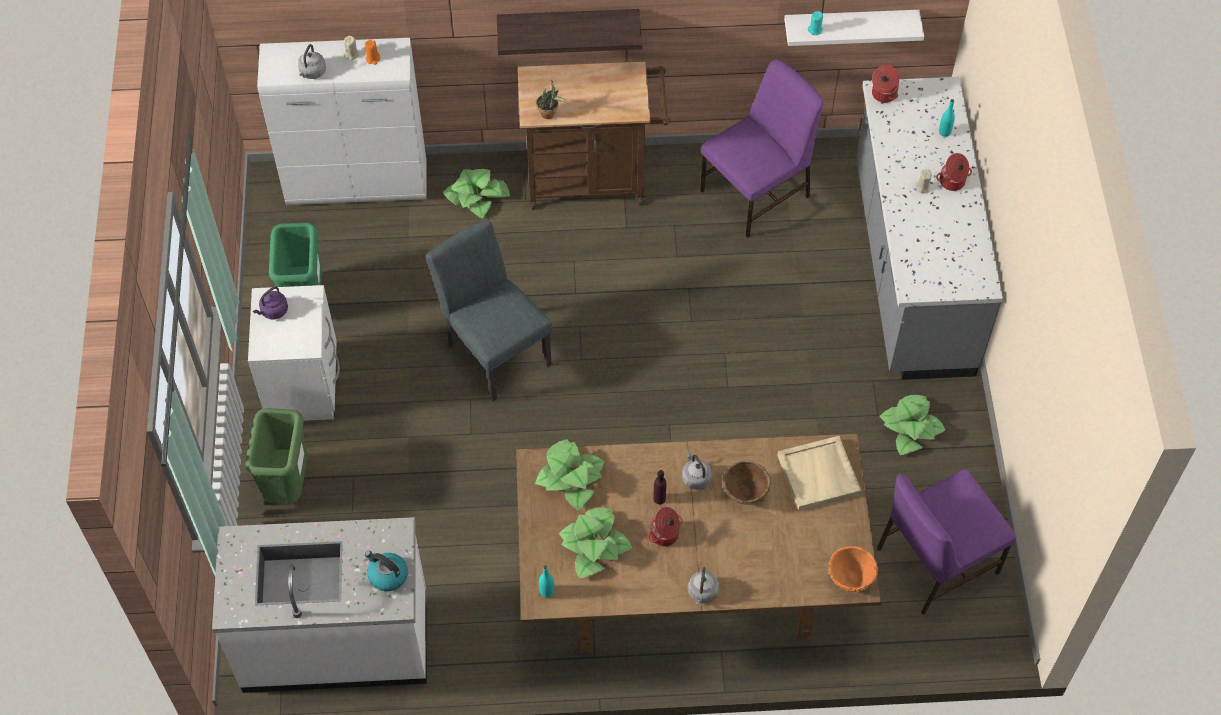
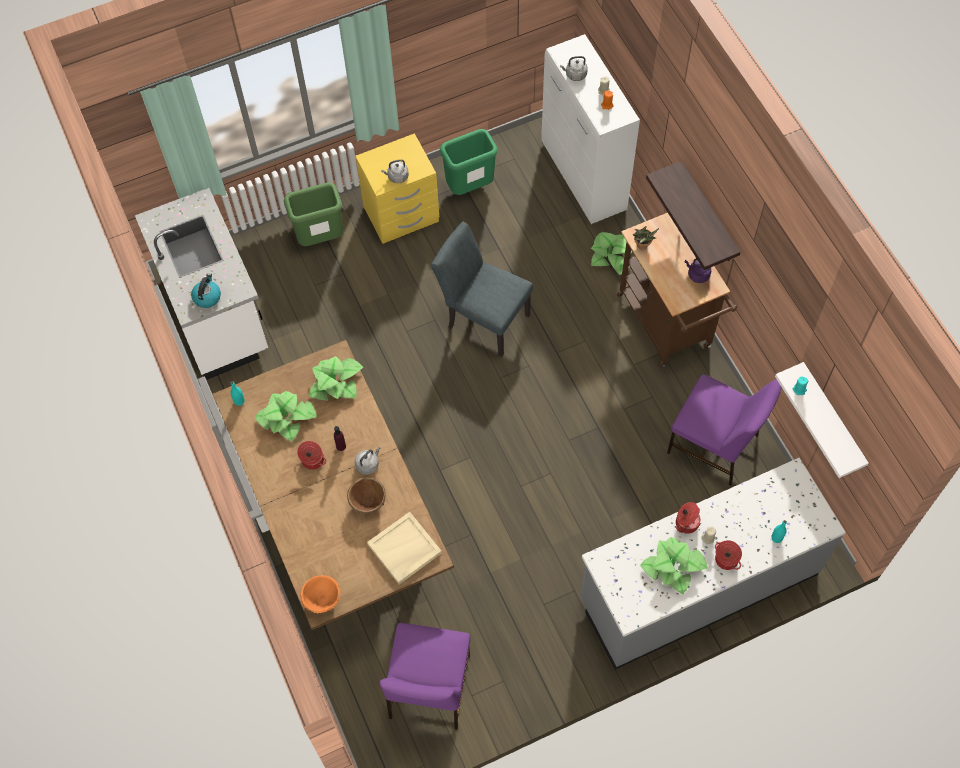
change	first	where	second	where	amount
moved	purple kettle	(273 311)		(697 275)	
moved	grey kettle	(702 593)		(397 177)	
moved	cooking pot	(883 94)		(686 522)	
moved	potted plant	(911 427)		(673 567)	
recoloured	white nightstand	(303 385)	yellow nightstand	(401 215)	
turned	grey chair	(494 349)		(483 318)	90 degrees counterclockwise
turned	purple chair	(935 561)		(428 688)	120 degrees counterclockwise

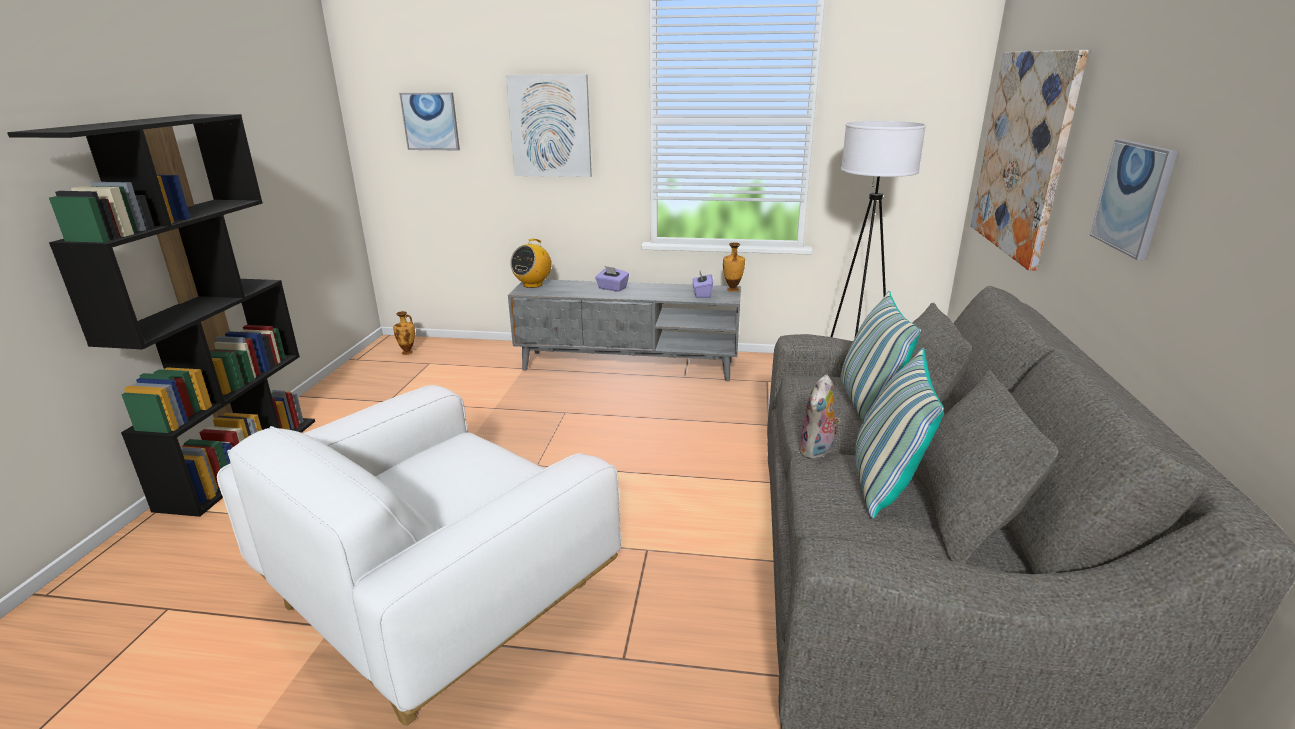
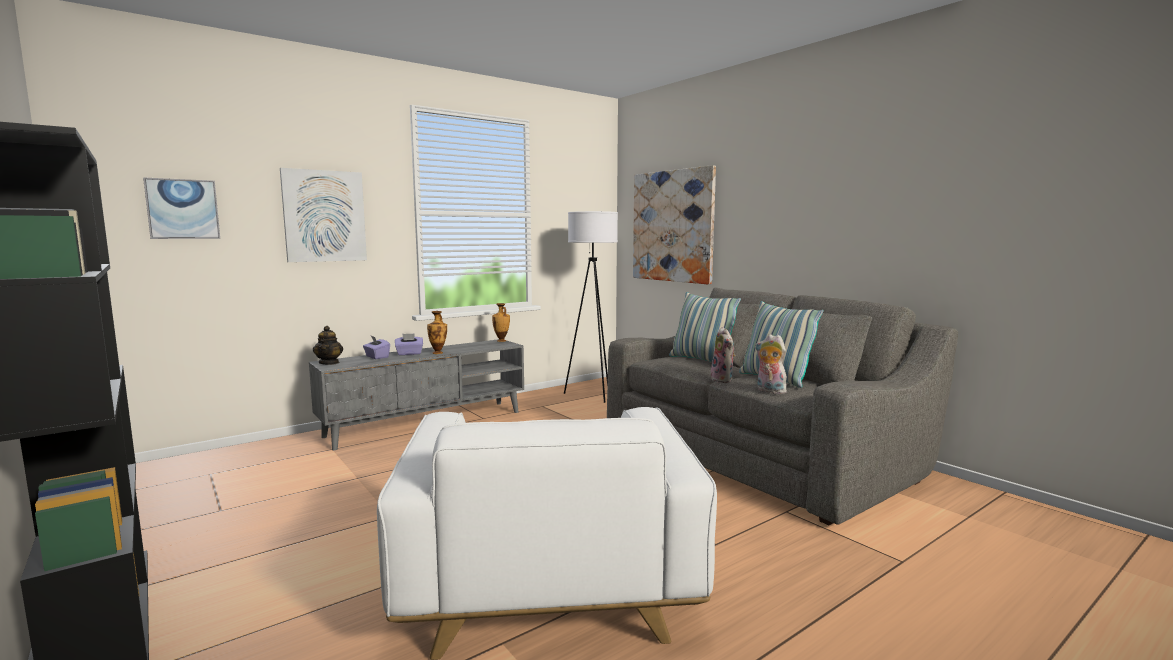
change	first	where	second	where	amount
removed	picture	(1133 197)			
added			plush toy	(769 391)	
moved	vase	(408 352)		(438 352)	
moved	purple tissue box	(702 294)		(376 357)	
replaced	radio	(533 284)	teapot	(329 363)	

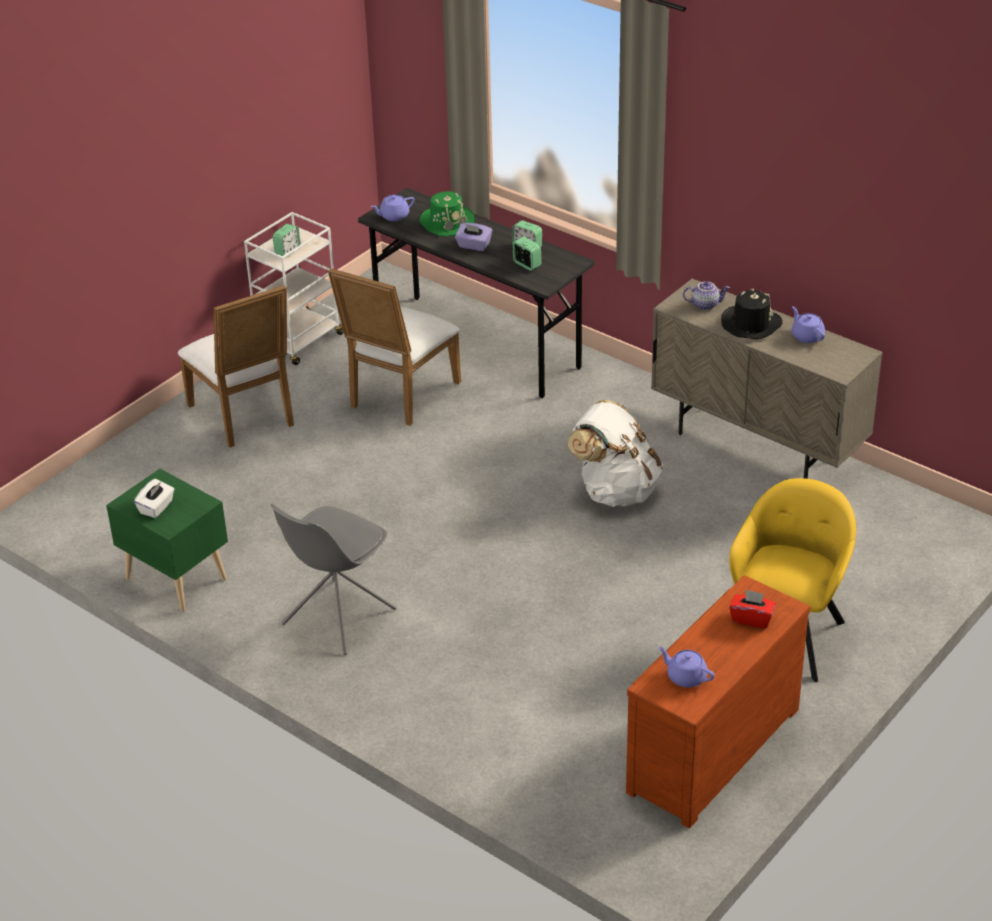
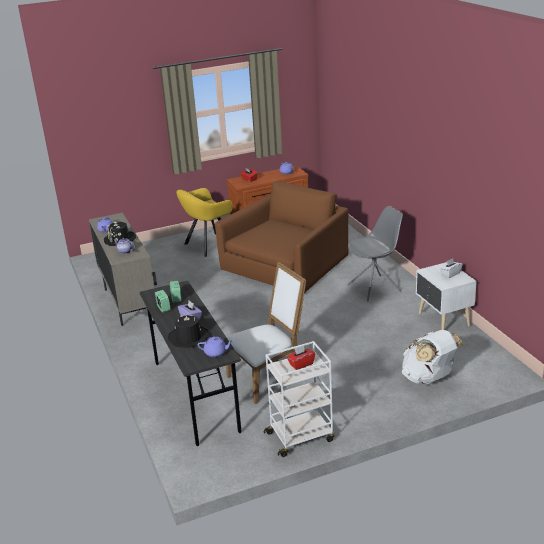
change	first	where	second	where	amount
removed	white chair	(246 417)			
added			brown armchair	(286 265)	
moved	white backpack	(615 490)		(429 378)	
replaced	alarm clock	(287 251)	red tissue box	(301 364)	
recoloured	green nightstand	(176 577)	white nightstand	(443 320)	
recoloured	green hat	(447 222)	black hat	(188 338)	

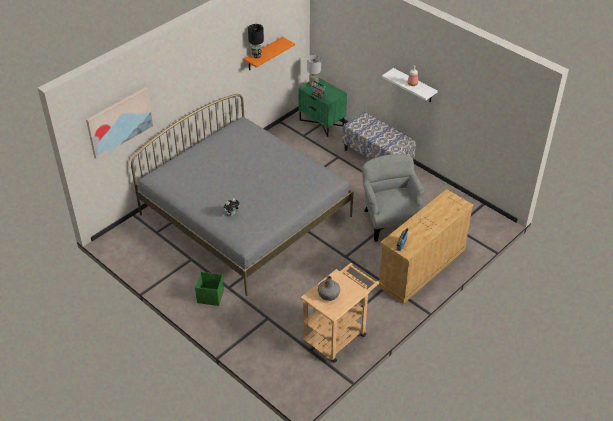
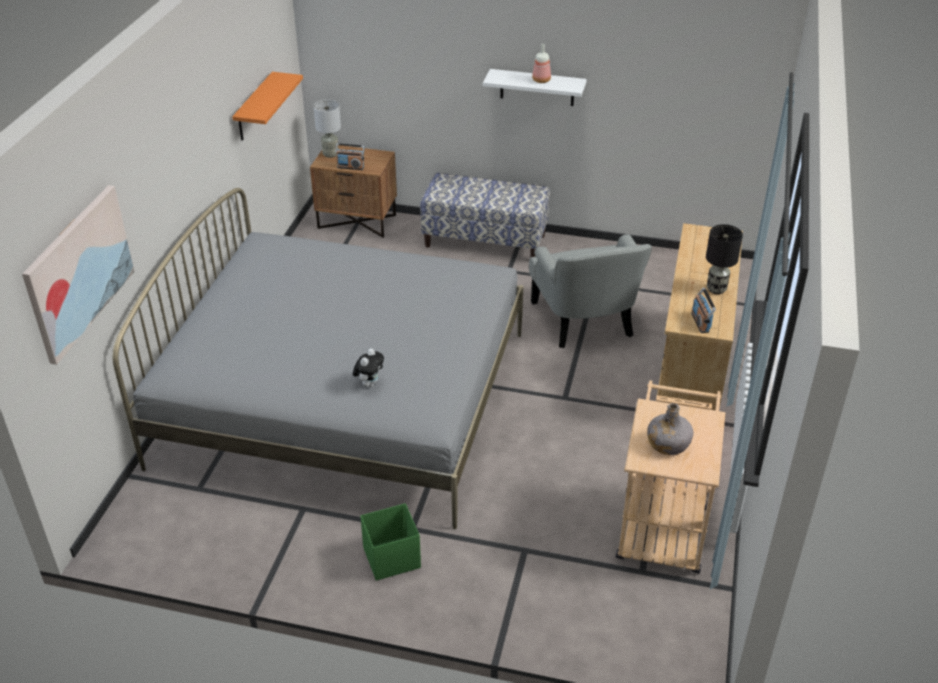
change	first	where	second	where	amount
moved	black table lamp	(256 56)		(716 289)	
recoloured	green nightstand	(322 123)	brown nightstand	(357 221)	
turned	grey armchair	(390 220)		(584 319)	150 degrees counterclockwise

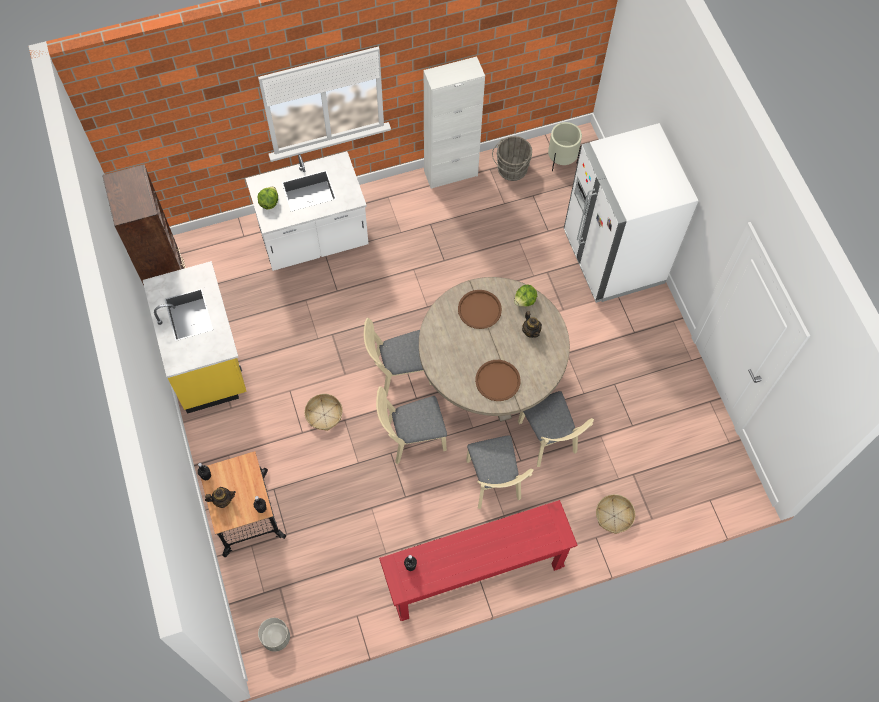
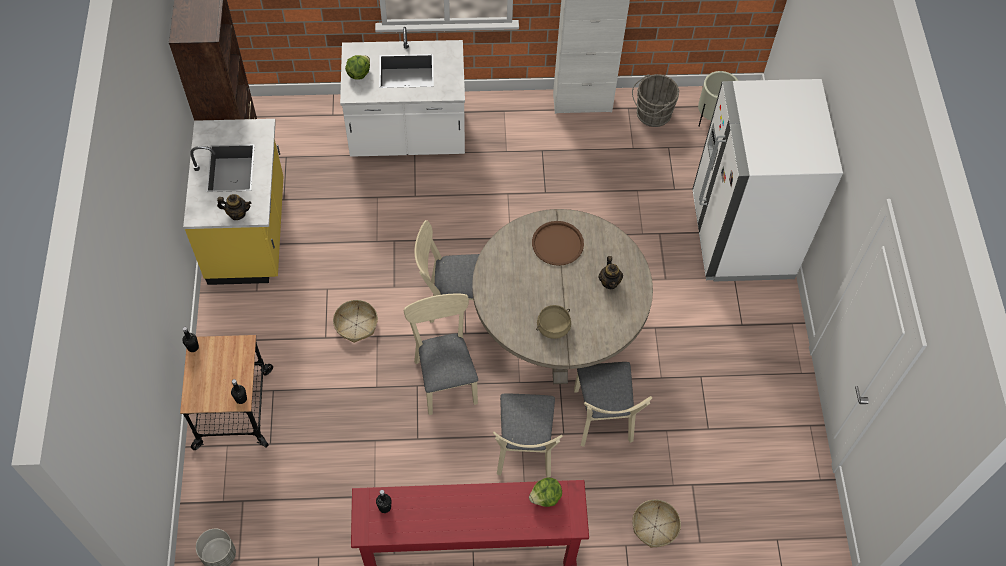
change	first	where	second	where	amount
moved	teapot	(223 500)		(237 213)	
moved	lettuce	(525 300)		(546 497)	
replaced	brown tray	(497 381)	beige cooking pot	(553 326)	
turned	beige chair	(411 439)		(444 376)	75 degrees clockwise

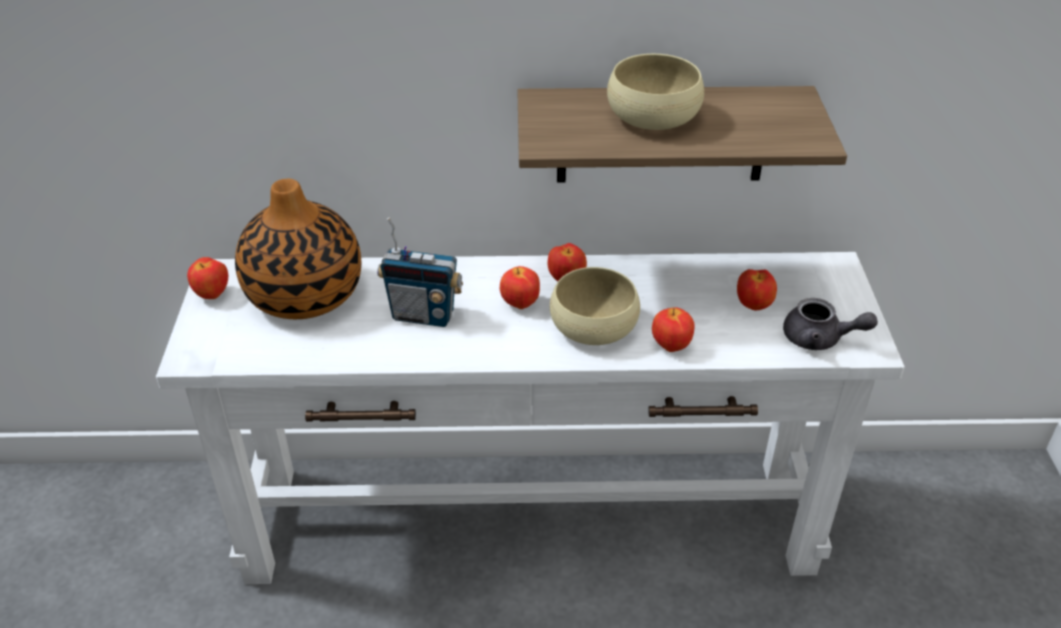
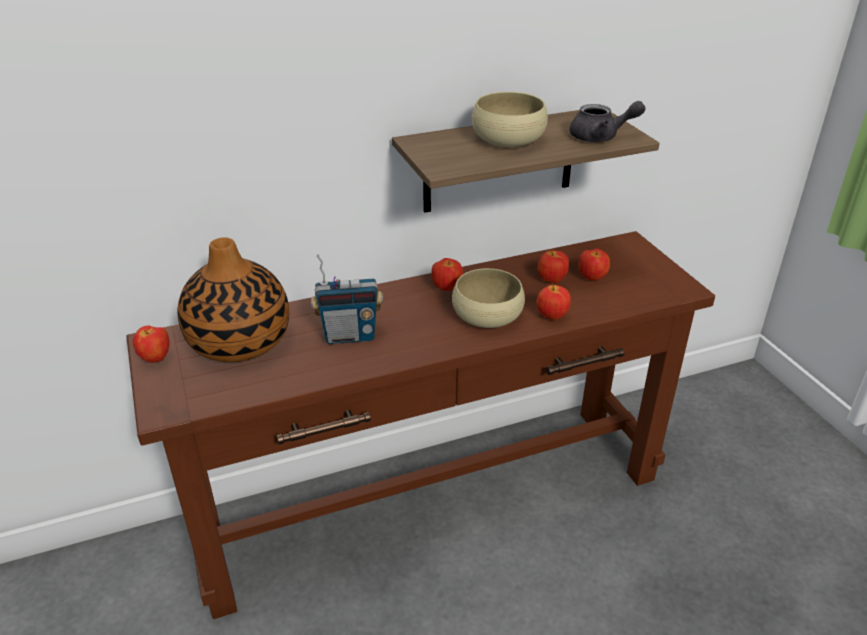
change	first	where	second	where	amount
moved	apple	(519 304)		(551 280)	
moved	grey teapot	(820 339)		(600 137)	
recoloured	white console table	(530 521)	brown console table	(432 500)	

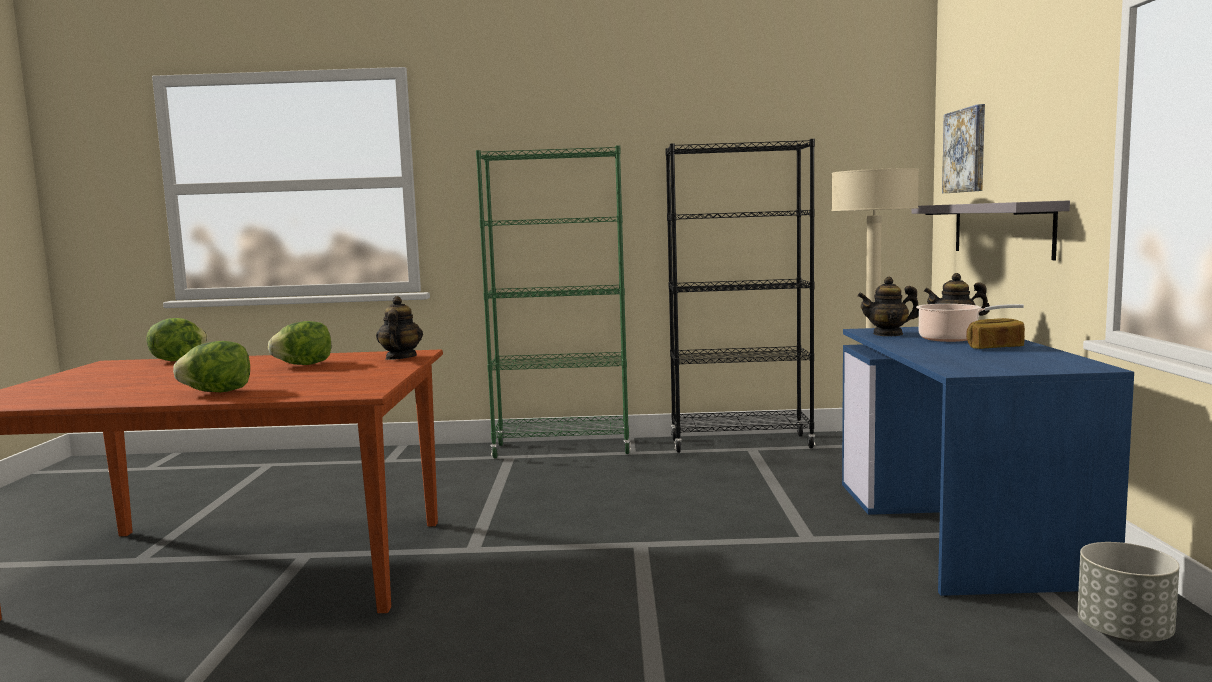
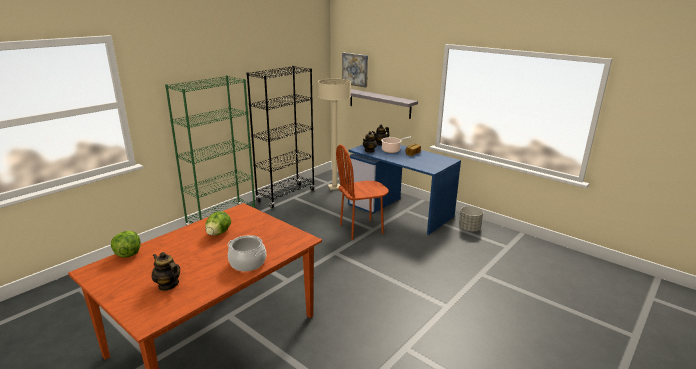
change	first	where	second	where	amount
added			brown chair	(361 229)	
moved	teapot	(400 358)		(168 285)	
replaced	lettuce	(218 392)	cooking pot	(248 263)	

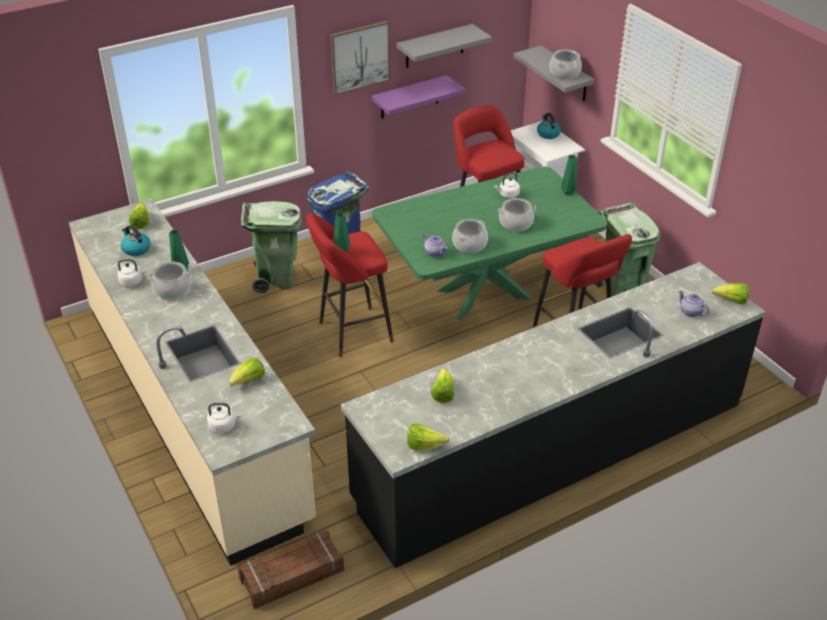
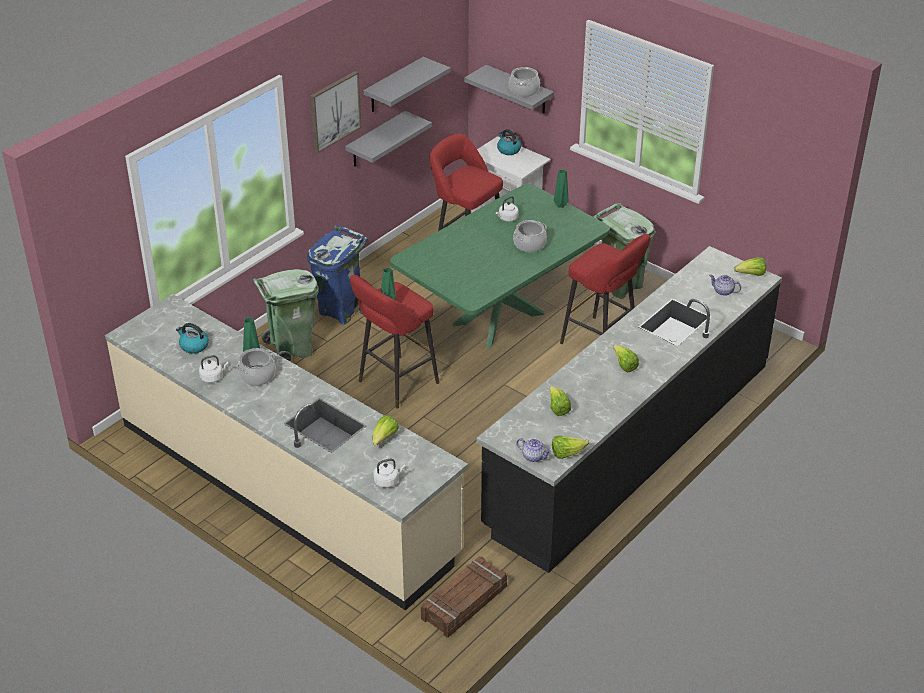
change	first	where	second	where	amount
removed	cooking pot	(469 245)			
moved	lettuce	(140 223)		(624 365)	
moved	teapot	(435 253)		(534 456)	
recoloured	purple shelf	(409 97)	grey shelf	(376 140)	

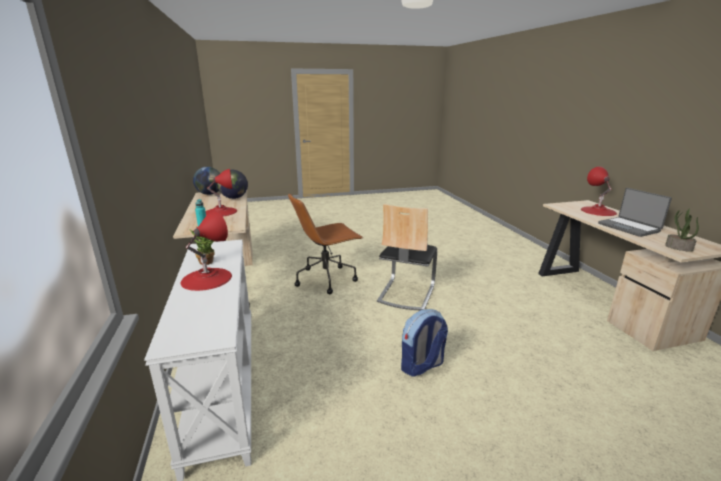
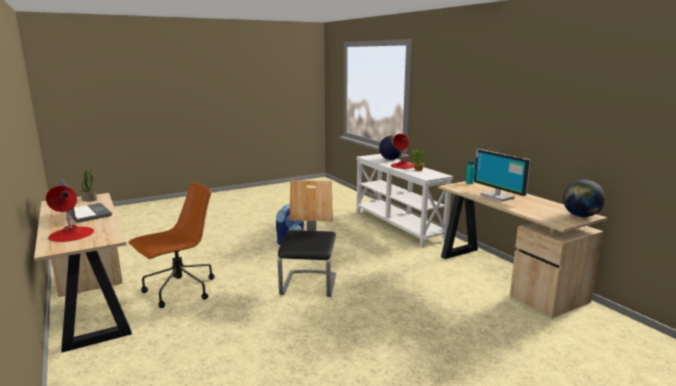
change	first	where	second	where	amount
moved	globe	(234 198)		(391 159)	
moved	brown office chair	(326 279)		(179 290)	
replaced	red table lamp	(220 212)	monitor	(498 196)	

